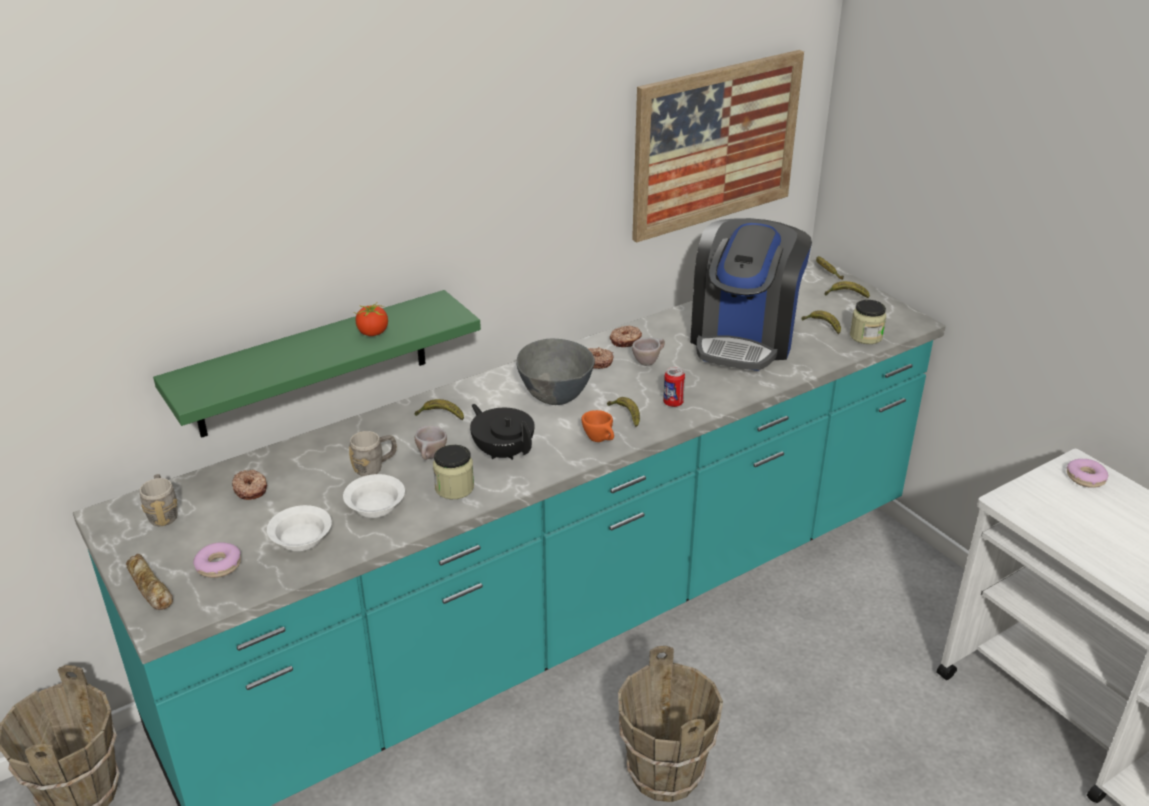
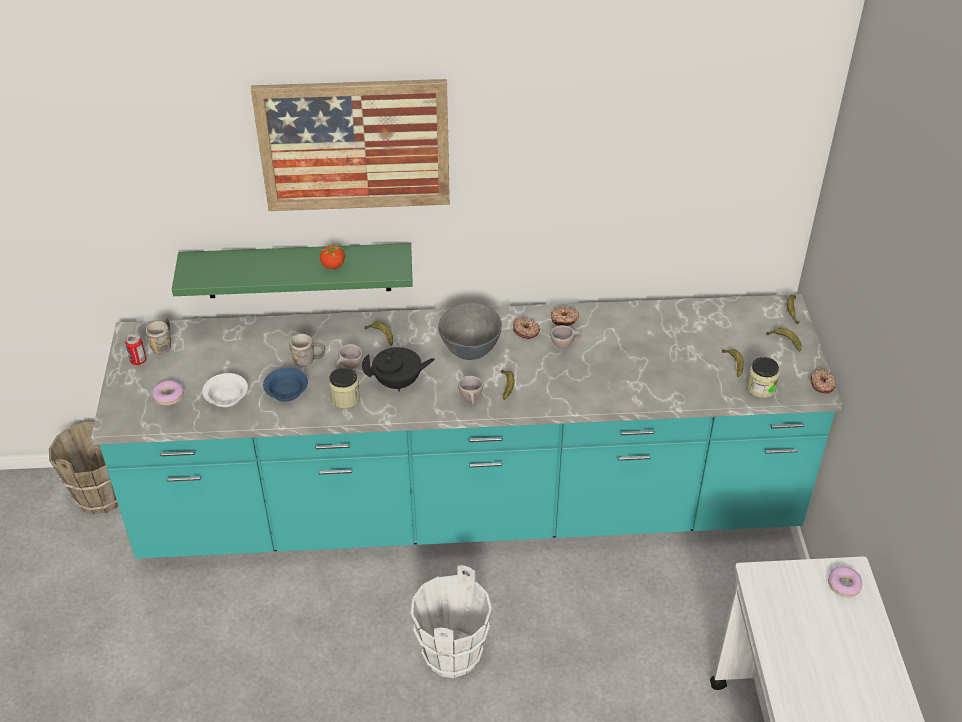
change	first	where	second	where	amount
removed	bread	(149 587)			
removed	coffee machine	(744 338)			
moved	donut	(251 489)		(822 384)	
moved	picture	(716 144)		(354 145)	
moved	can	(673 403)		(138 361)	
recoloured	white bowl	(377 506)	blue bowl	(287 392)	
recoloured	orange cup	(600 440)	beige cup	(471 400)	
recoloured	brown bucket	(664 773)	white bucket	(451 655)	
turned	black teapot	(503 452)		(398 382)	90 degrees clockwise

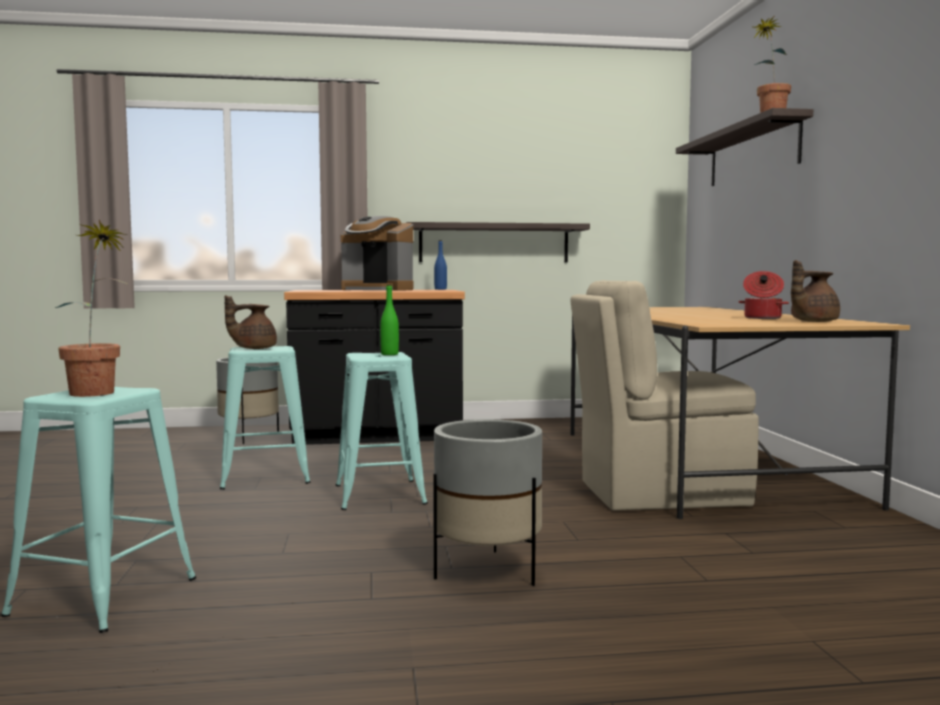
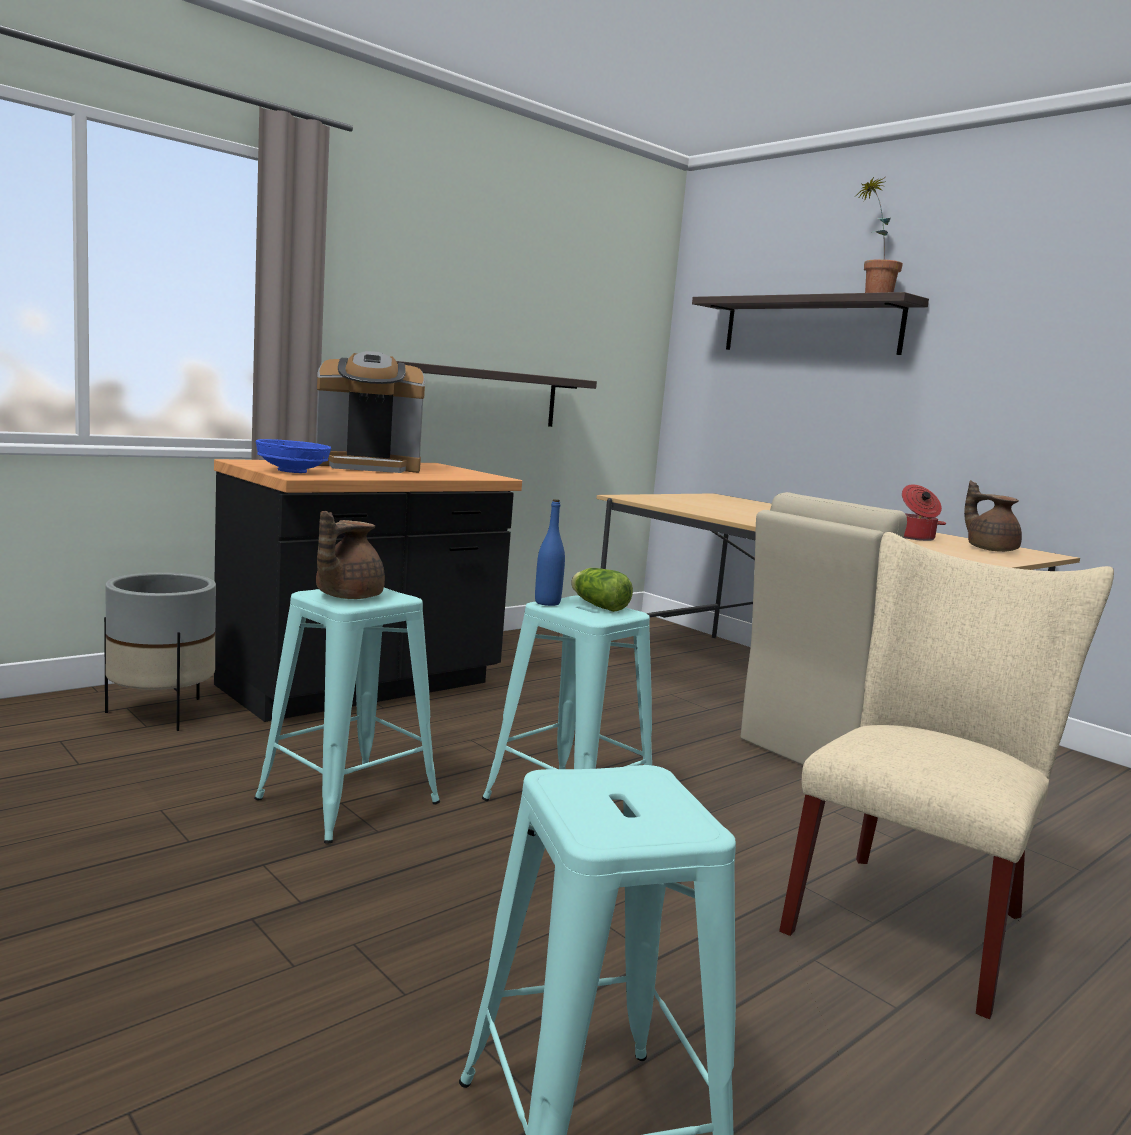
change	first	where	second	where	amount
removed	potted plant	(98 391)			
added			blue bowl	(292 471)	
moved	blue bottle	(440 289)		(547 603)	
replaced	green bottle	(389 354)	lettuce	(597 605)	
replaced	grey planter	(487 571)	beige chair	(913 917)	
turned	brown teapot	(812 321)		(990 549)	120 degrees clockwise

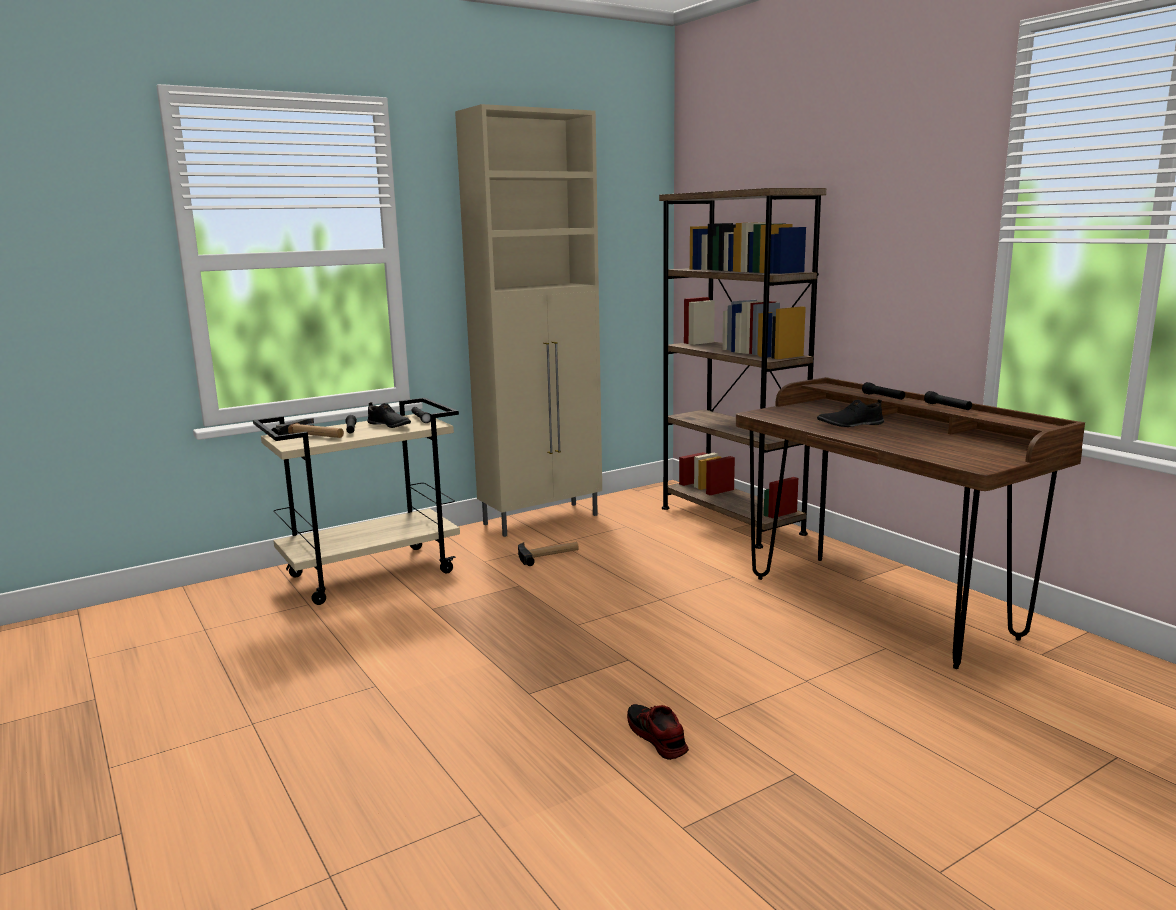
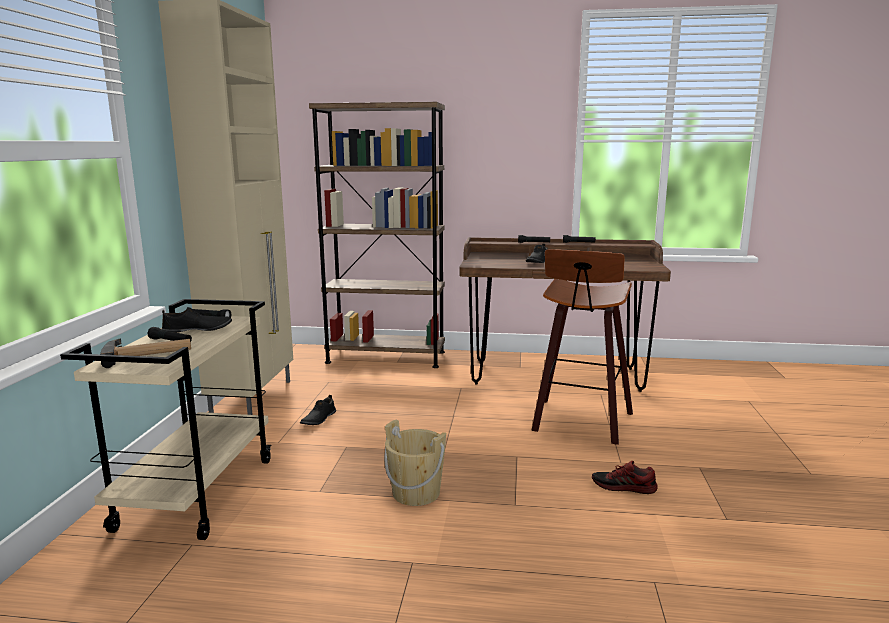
change	first	where	second	where	amount
added			beige bucket	(416 493)	
added			stool	(580 423)	
replaced	hammer	(548 555)	black shoe	(318 419)	

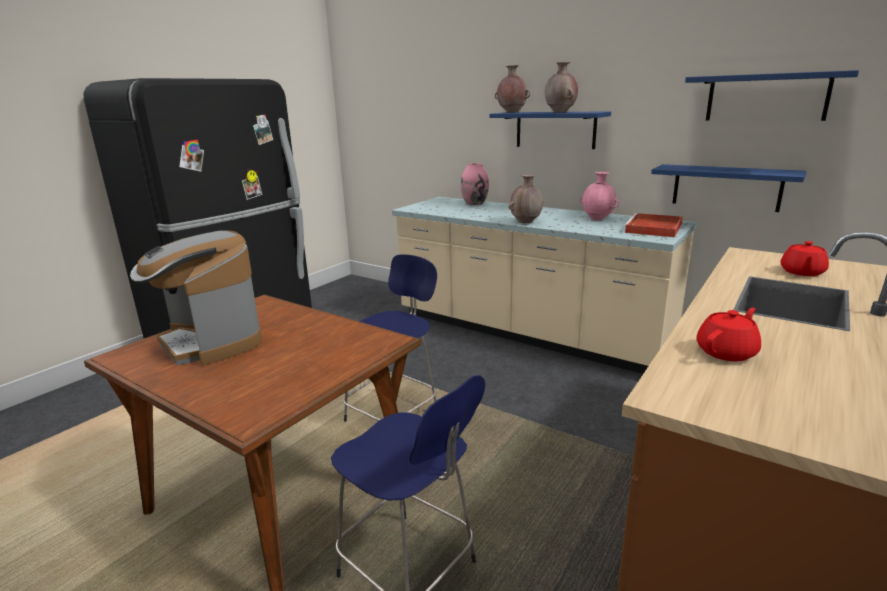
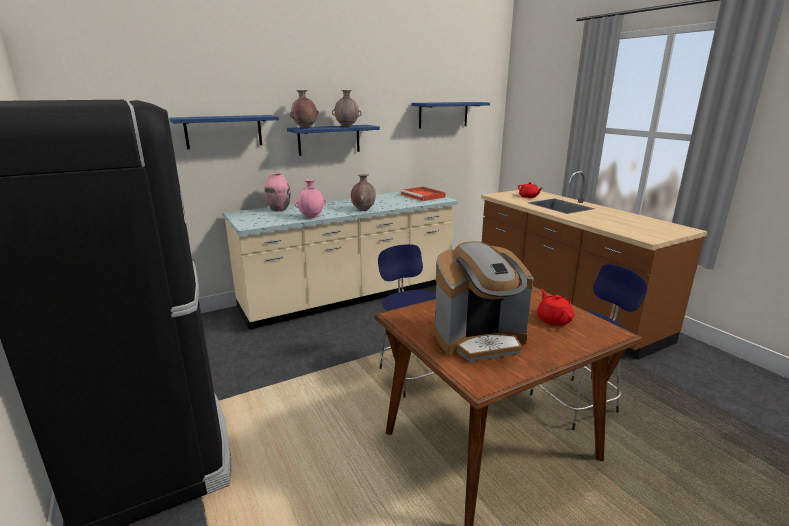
change	first	where	second	where	amount
moved	pink vase	(597 219)		(311 217)	
moved	blue shelf	(726 187)		(224 131)	
moved	red teapot	(727 352)		(553 319)	

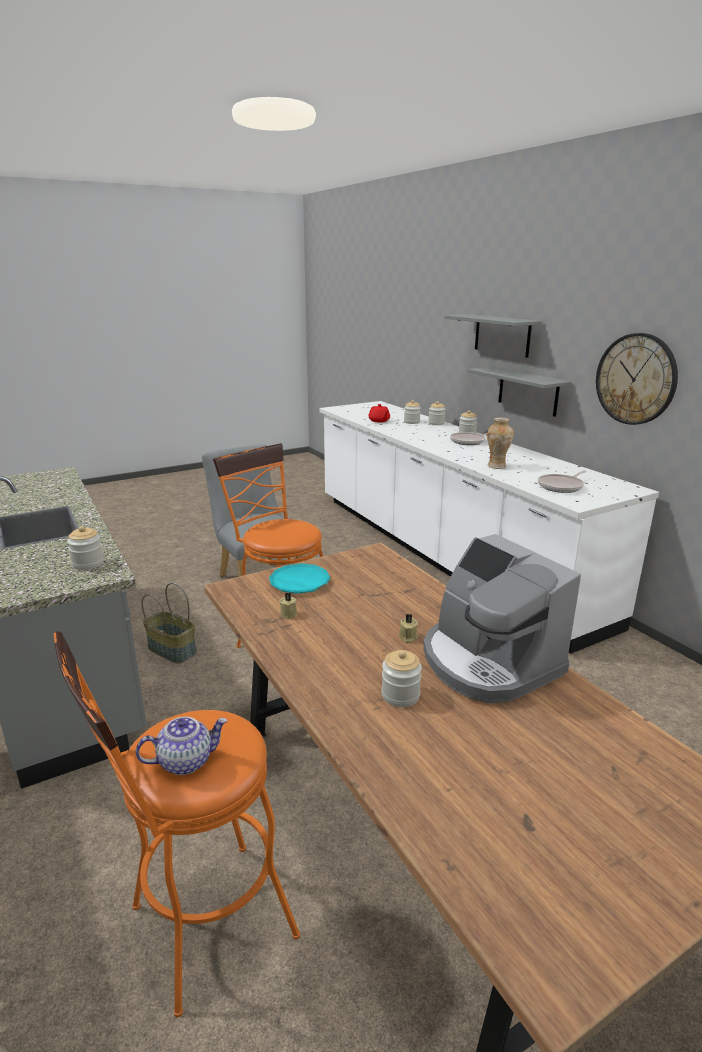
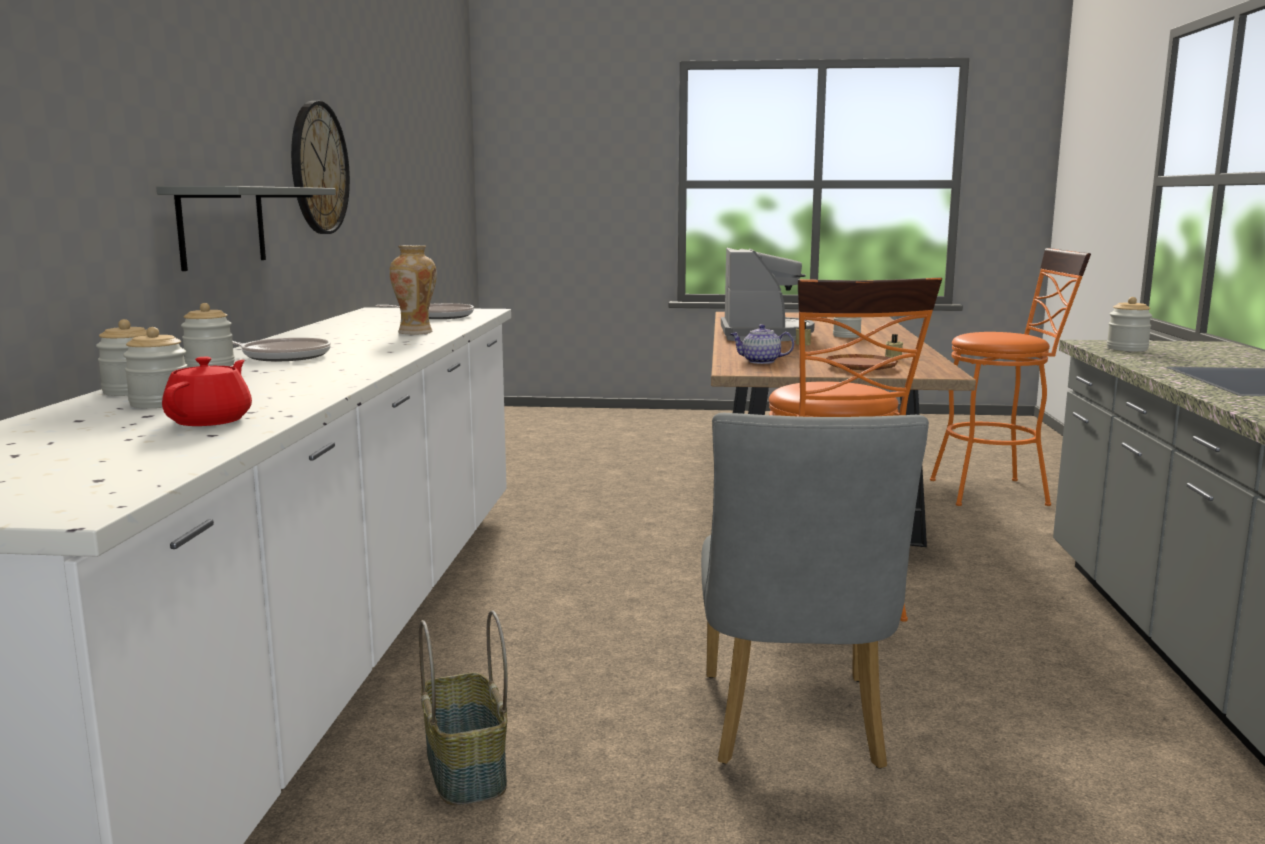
change	first	where	second	where	amount
removed	grey shelf	(502 335)			
moved	teapot	(186 761)		(760 361)	
moved	basket	(173 650)		(463 769)	
recoloured	turquoise plate	(299 582)	brown plate	(860 368)	

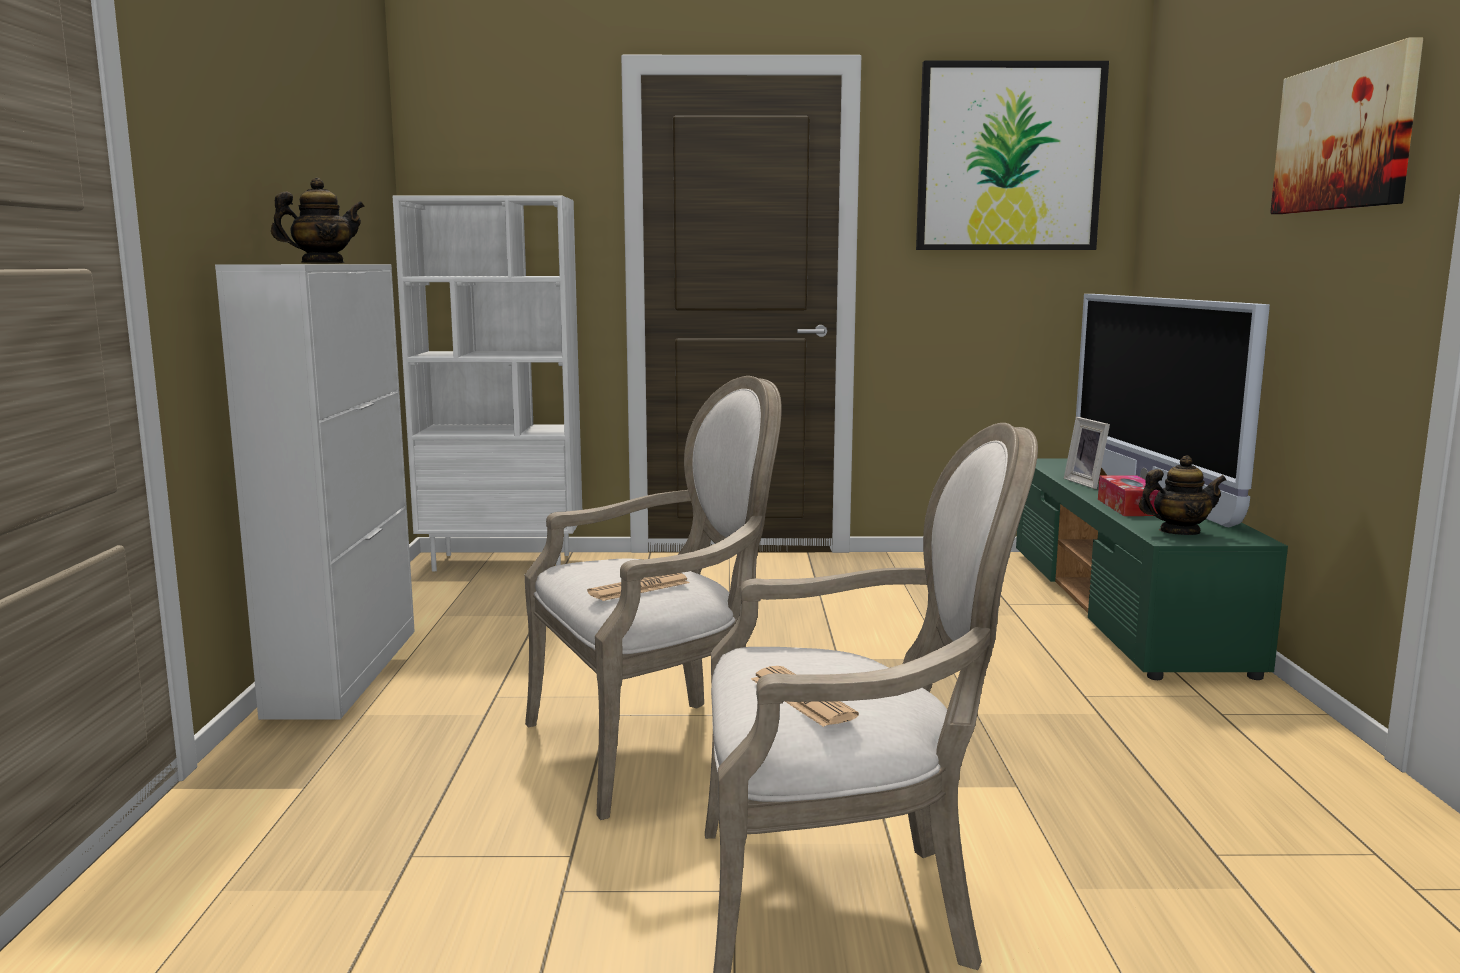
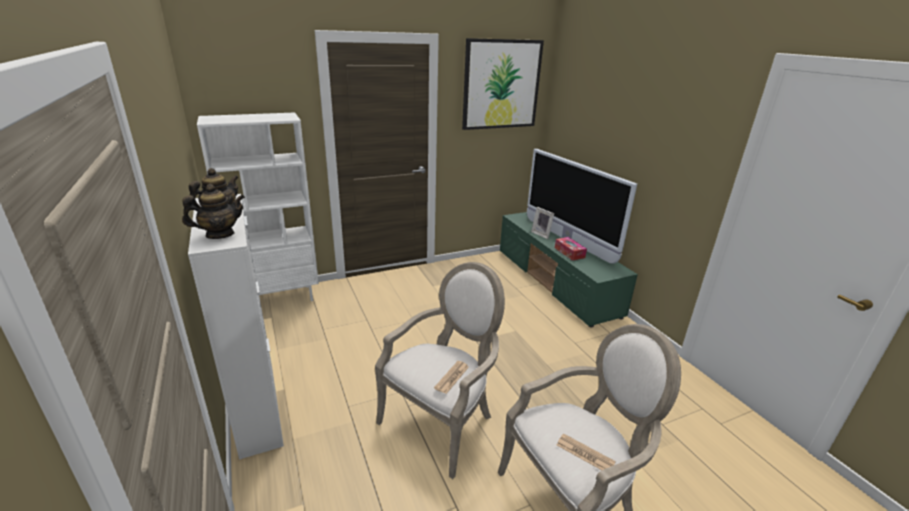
change	first	where	second	where	amount
removed	picture	(1345 135)			
moved	teapot	(1179 532)		(220 235)	

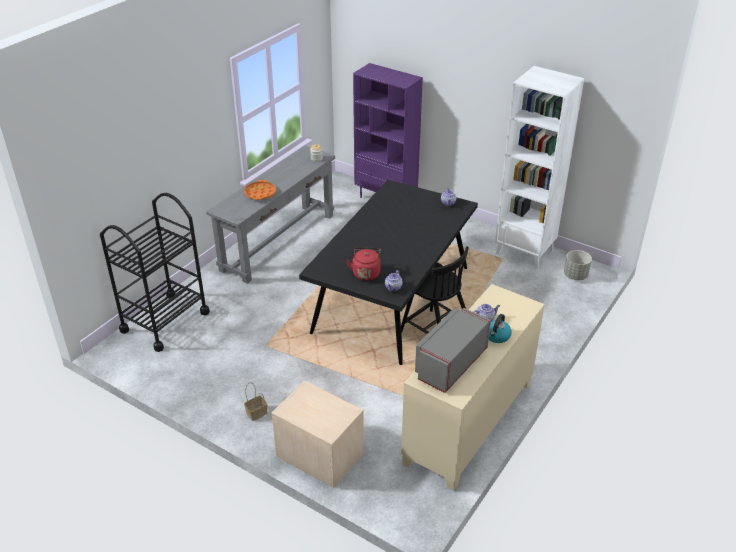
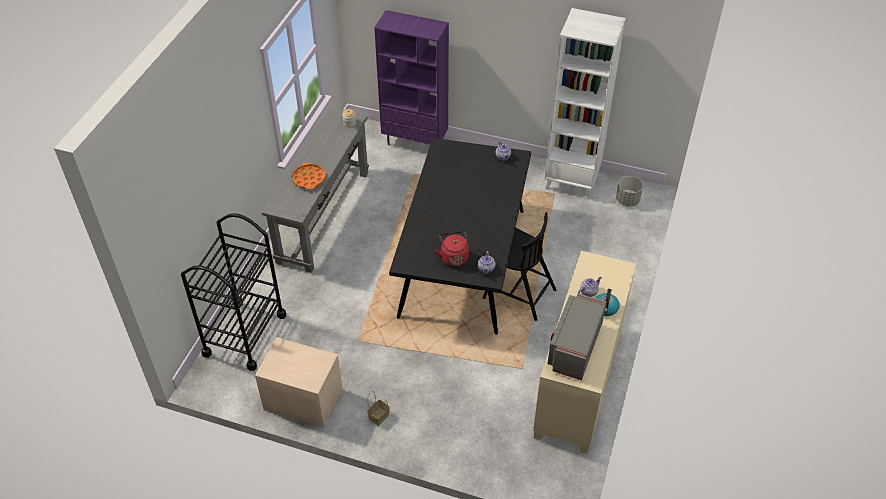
change	first	where	second	where	amount
moved	beige nightstand	(319 454)		(302 398)	

